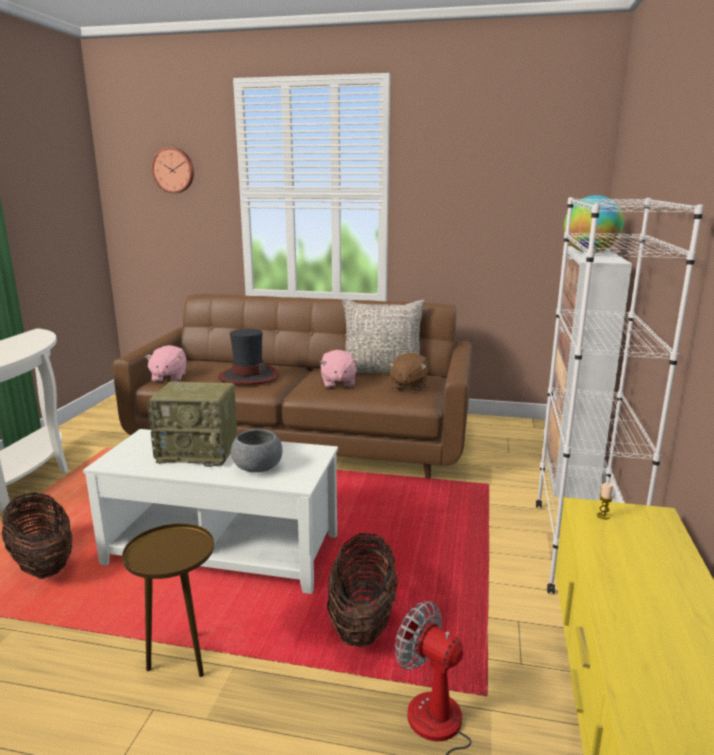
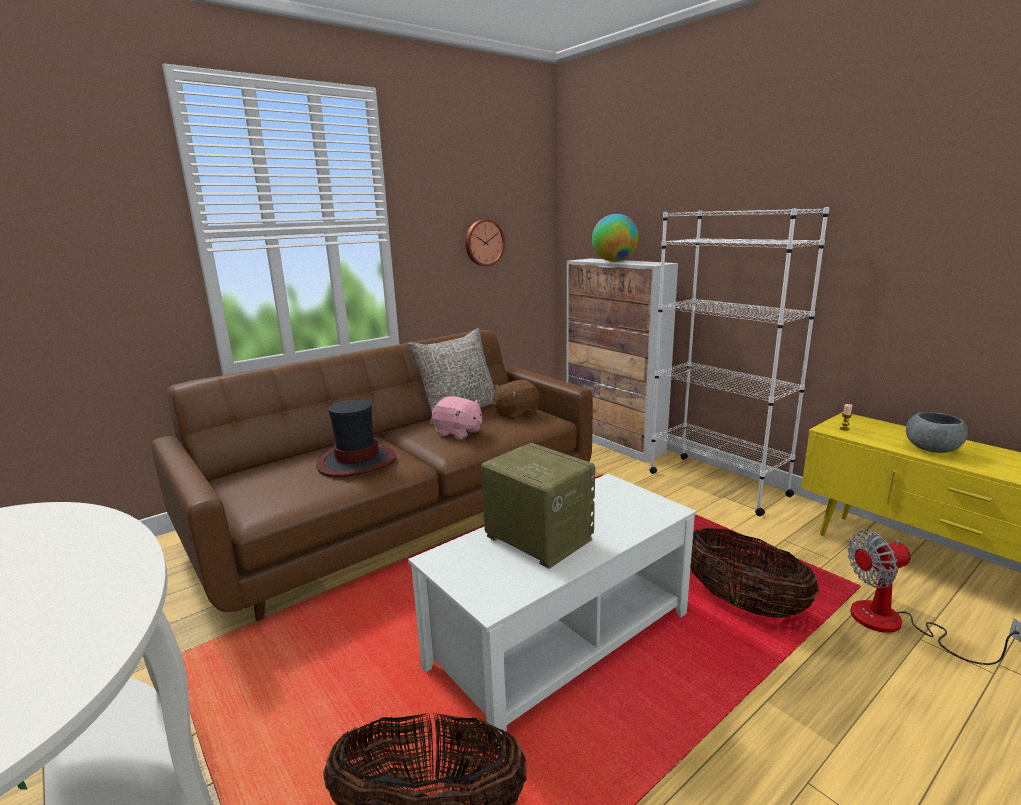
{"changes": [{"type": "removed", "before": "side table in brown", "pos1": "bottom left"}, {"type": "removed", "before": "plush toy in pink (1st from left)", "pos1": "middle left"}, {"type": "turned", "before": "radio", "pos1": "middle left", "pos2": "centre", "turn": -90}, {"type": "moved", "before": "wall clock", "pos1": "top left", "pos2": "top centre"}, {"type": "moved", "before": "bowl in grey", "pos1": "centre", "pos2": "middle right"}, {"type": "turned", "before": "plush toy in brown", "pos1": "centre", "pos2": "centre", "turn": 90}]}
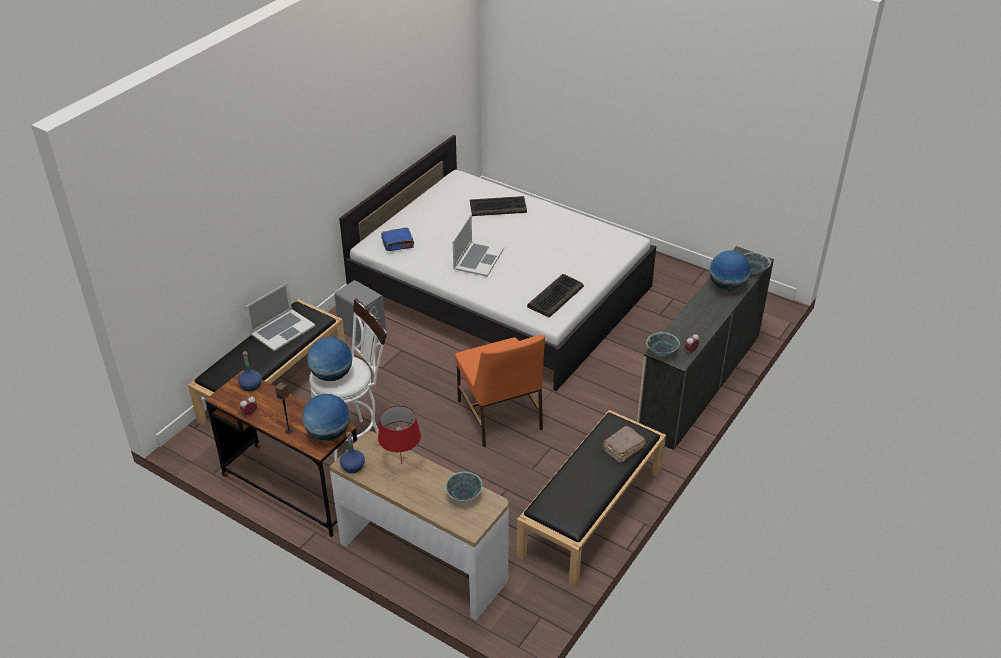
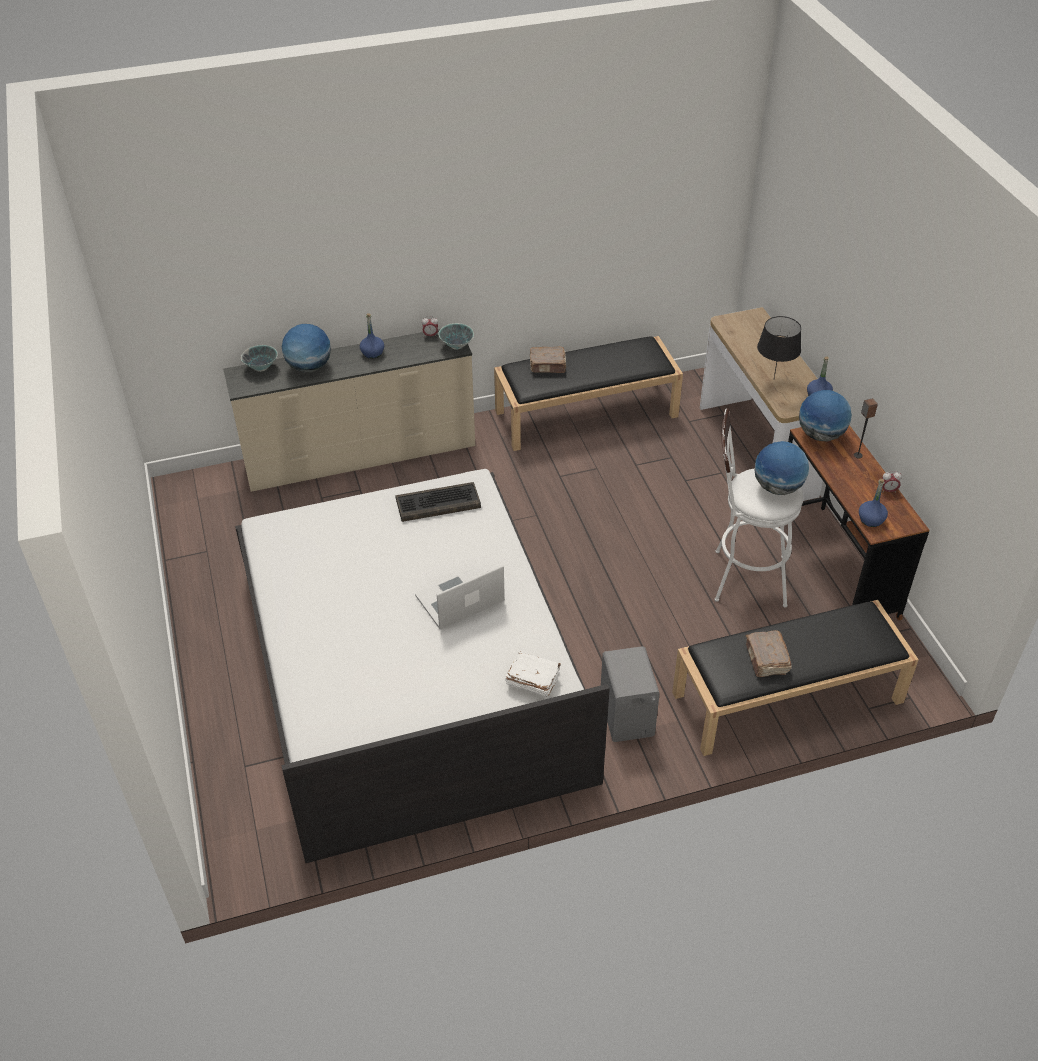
{"changes": [{"type": "replaced", "before": "laptop (1st from left)", "after": "book in brown (2nd from left)", "pos1": "middle left", "pos2": "middle right"}, {"type": "recoloured", "before": "table lamp in red", "after": "table lamp in black", "pos1": "centre", "pos2": "top right"}, {"type": "recoloured", "before": "book in blue", "after": "book in white", "pos1": "centre", "pos2": "centre"}, {"type": "removed", "before": "bowl (1st from left)", "pos1": "bottom centre"}, {"type": "removed", "before": "chair in orange", "pos1": "centre"}, {"type": "removed", "before": "keyboard (1st from left)", "pos1": "top centre"}, {"type": "added", "after": "bottle in blue (1st from left)", "pos2": "top centre"}]}
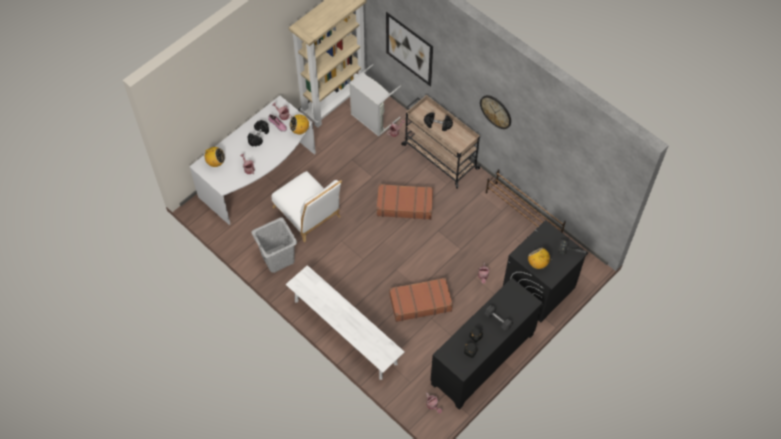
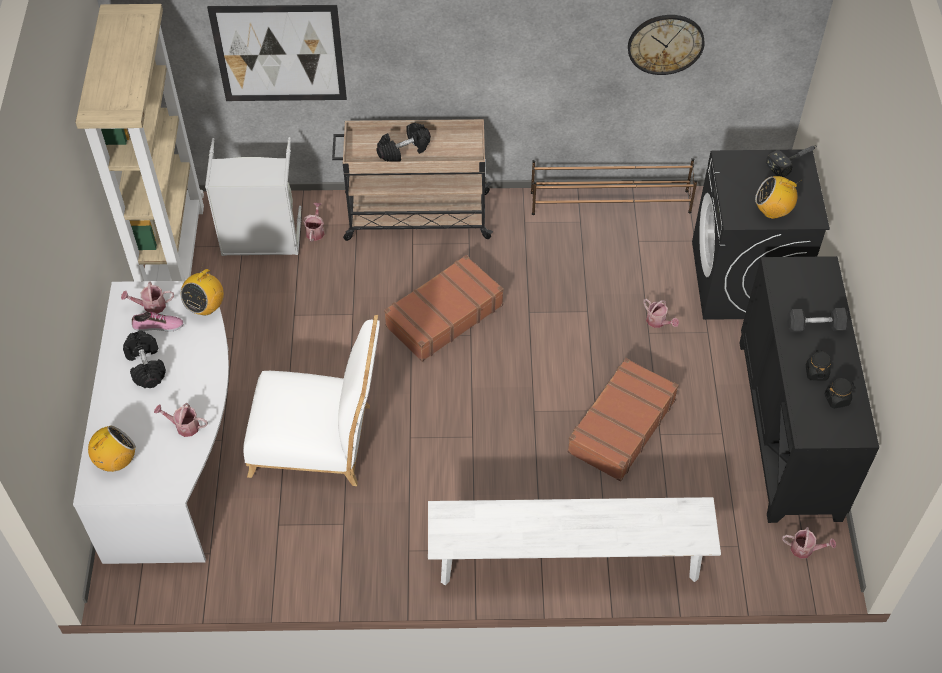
{"changes": [{"type": "removed", "before": "laundry basket in grey (1st from left)", "pos1": "centre"}, {"type": "moved", "before": "wall clock", "pos1": "top centre", "pos2": "top right"}]}
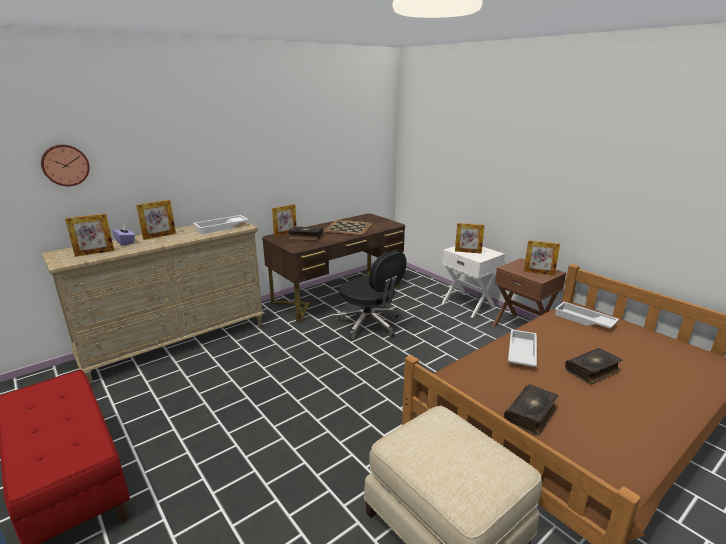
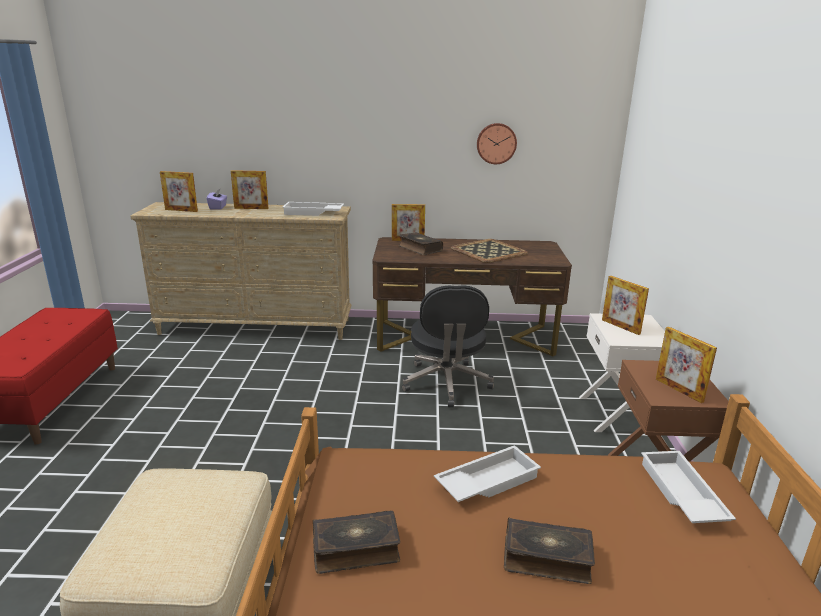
{"changes": [{"type": "moved", "before": "wall clock", "pos1": "top left", "pos2": "top centre"}]}
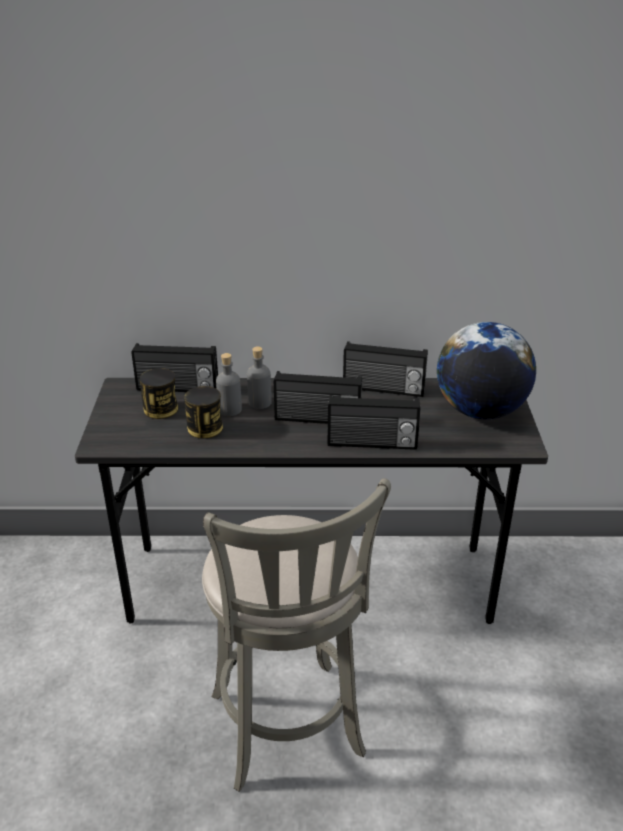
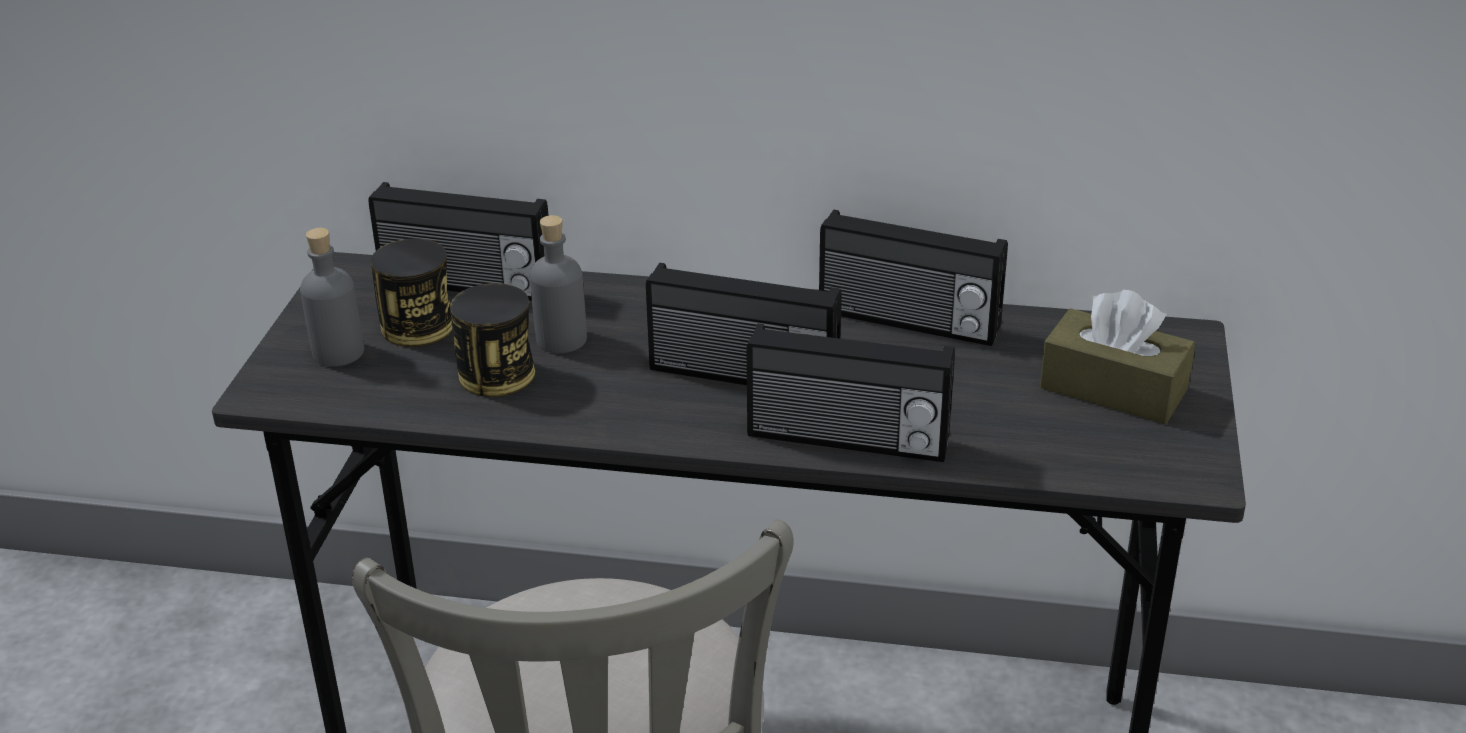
{"changes": [{"type": "moved", "before": "bottle in grey (2nd from left in the first image)", "after": "bottle in grey (1st from left)", "pos1": "centre", "pos2": "middle left"}, {"type": "replaced", "before": "globe", "after": "tissue box in brown", "pos1": "middle right", "pos2": "middle right"}]}
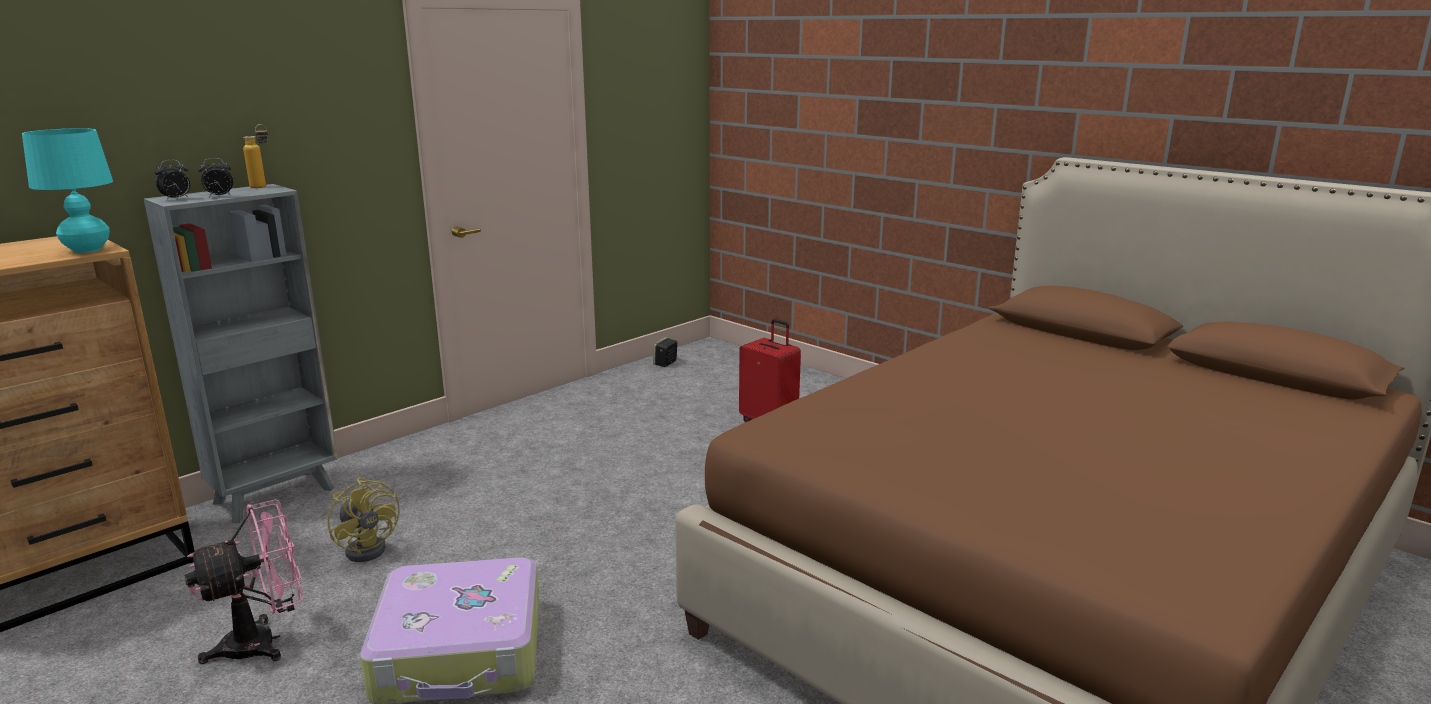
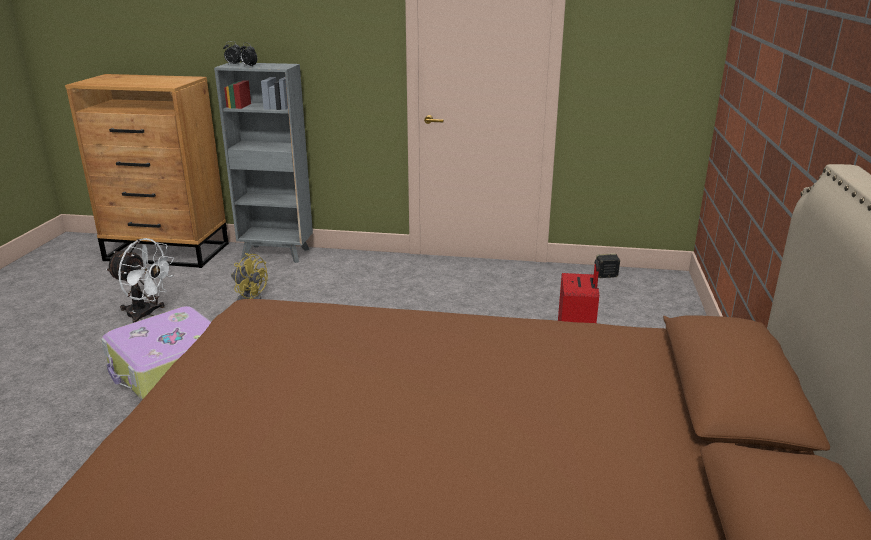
{"changes": [{"type": "removed", "before": "table lamp in turquoise", "pos1": "top left"}, {"type": "recoloured", "before": "fan in pink", "after": "fan in white", "pos1": "bottom left", "pos2": "middle left"}, {"type": "removed", "before": "bottle", "pos1": "top left"}, {"type": "turned", "before": "fan in yellow", "pos1": "bottom left", "pos2": "middle left", "turn": -75}]}
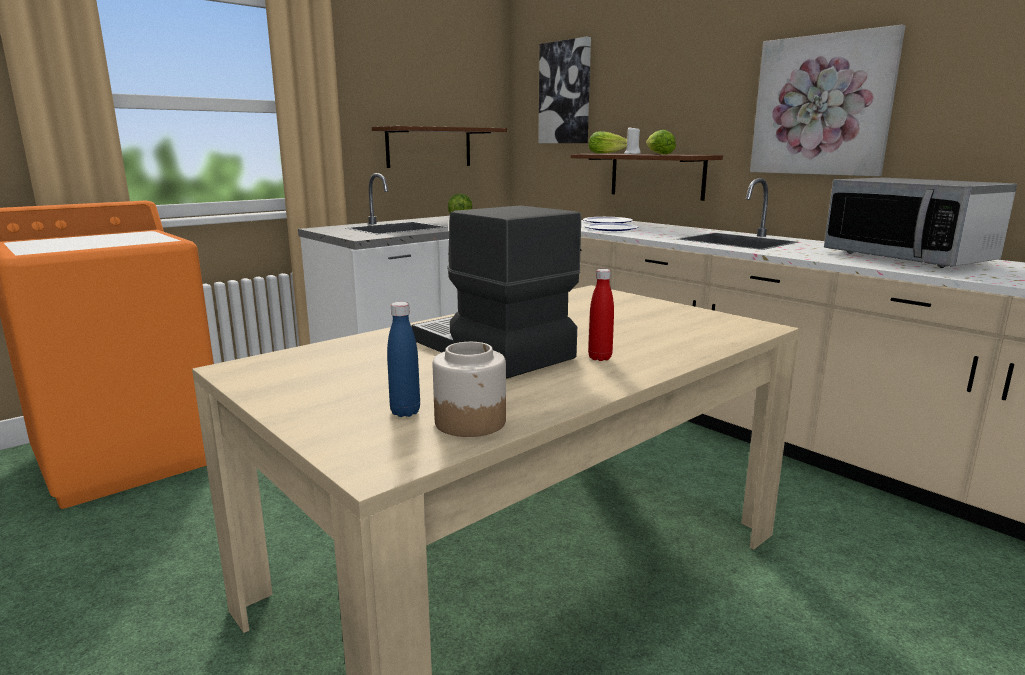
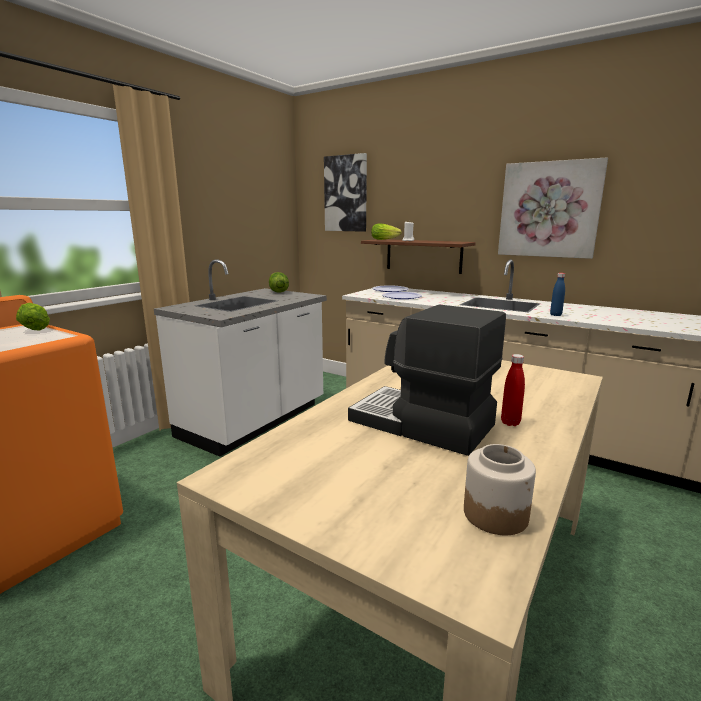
{"changes": [{"type": "removed", "before": "shelf in brown (1st from left)", "pos1": "top centre"}, {"type": "moved", "before": "bottle in blue", "pos1": "centre", "pos2": "middle right"}, {"type": "moved", "before": "lettuce (3rd from left in the first image)", "after": "lettuce (1st from left)", "pos1": "top centre", "pos2": "middle left"}, {"type": "removed", "before": "microwave", "pos1": "top right"}]}
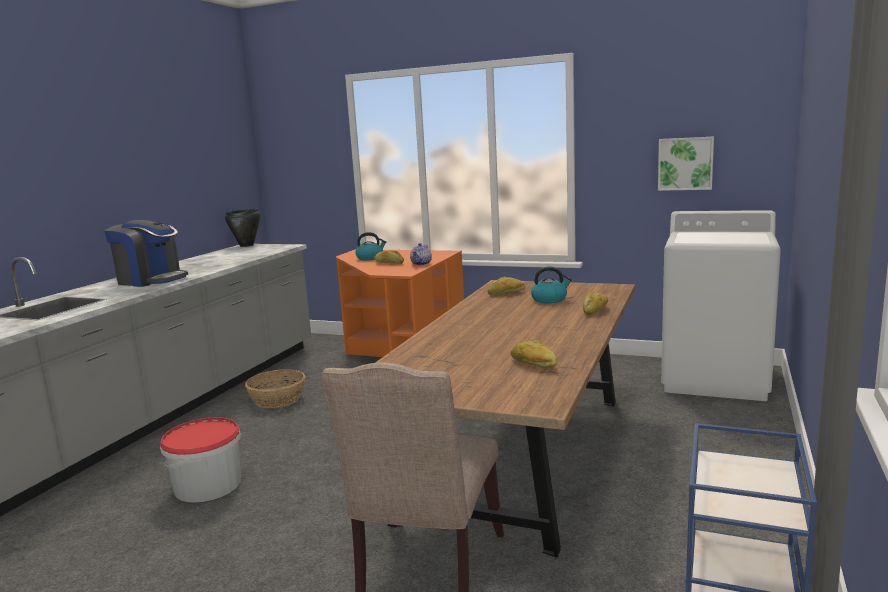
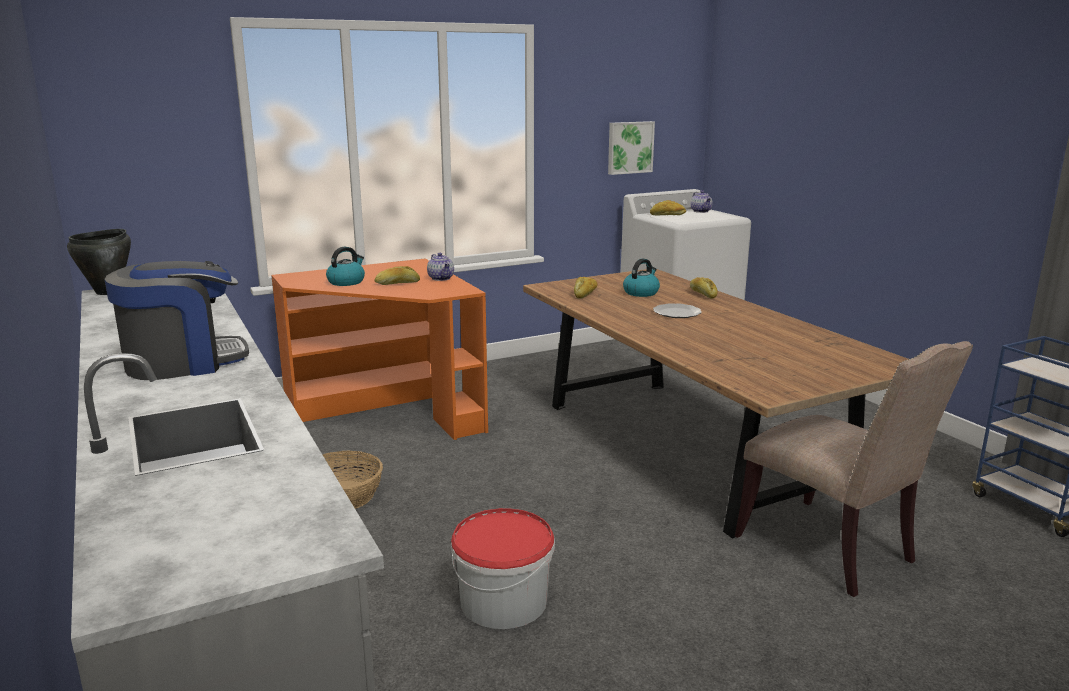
{"changes": [{"type": "moved", "before": "bread (3rd from left)", "pos1": "centre", "pos2": "top centre"}, {"type": "added", "after": "plate", "pos2": "centre"}, {"type": "added", "after": "teapot (2nd from left)", "pos2": "top centre"}]}
